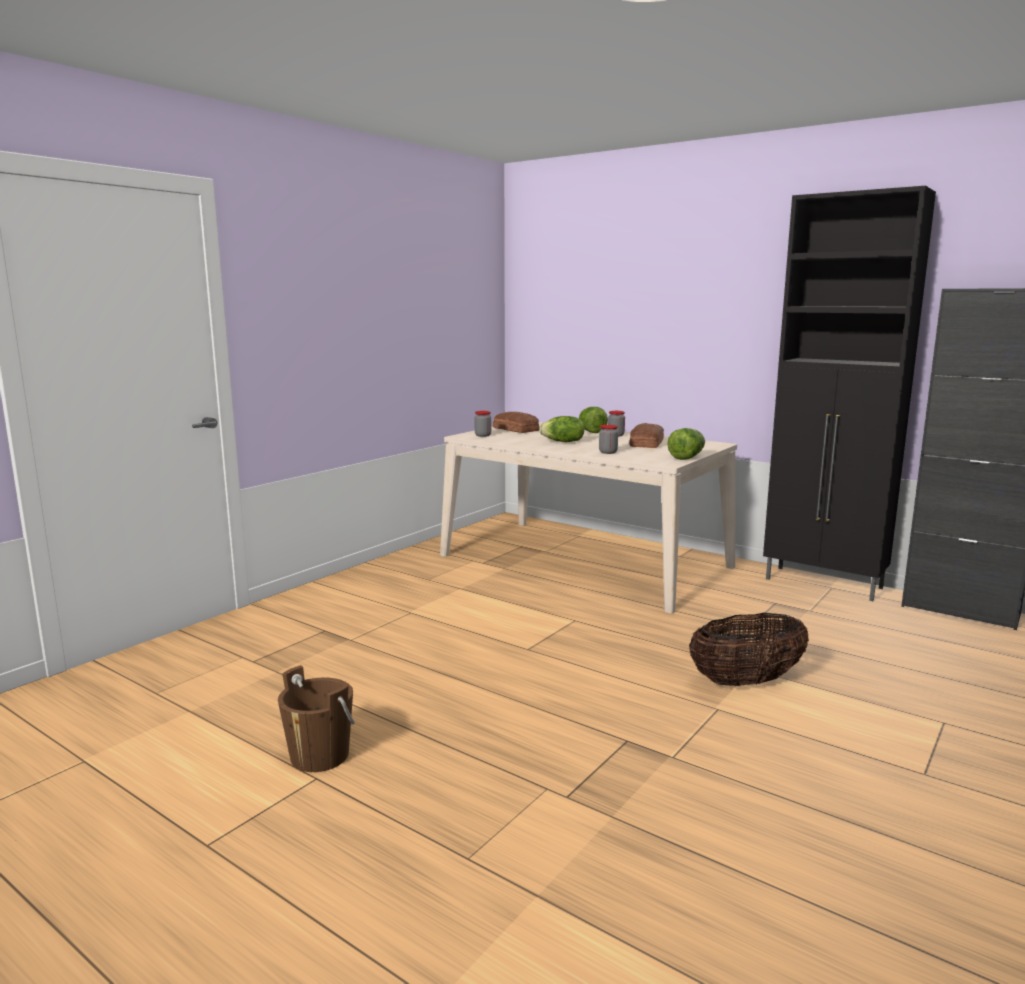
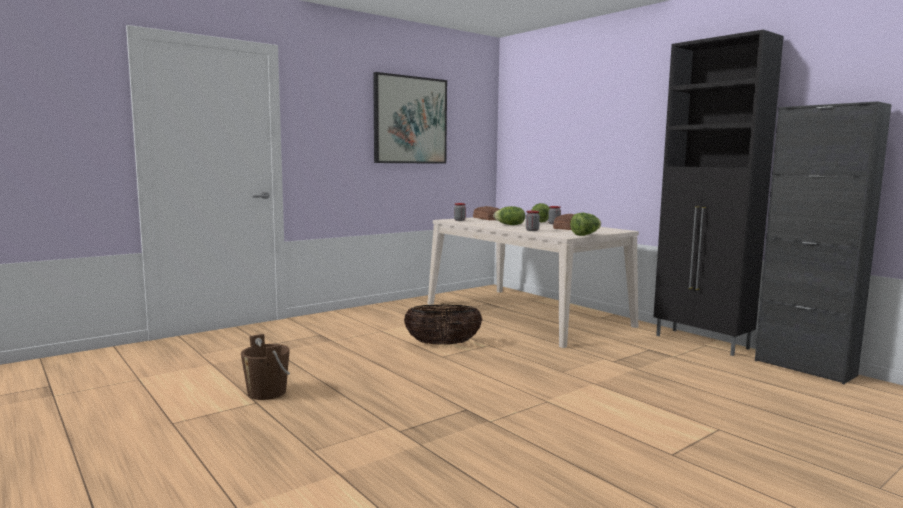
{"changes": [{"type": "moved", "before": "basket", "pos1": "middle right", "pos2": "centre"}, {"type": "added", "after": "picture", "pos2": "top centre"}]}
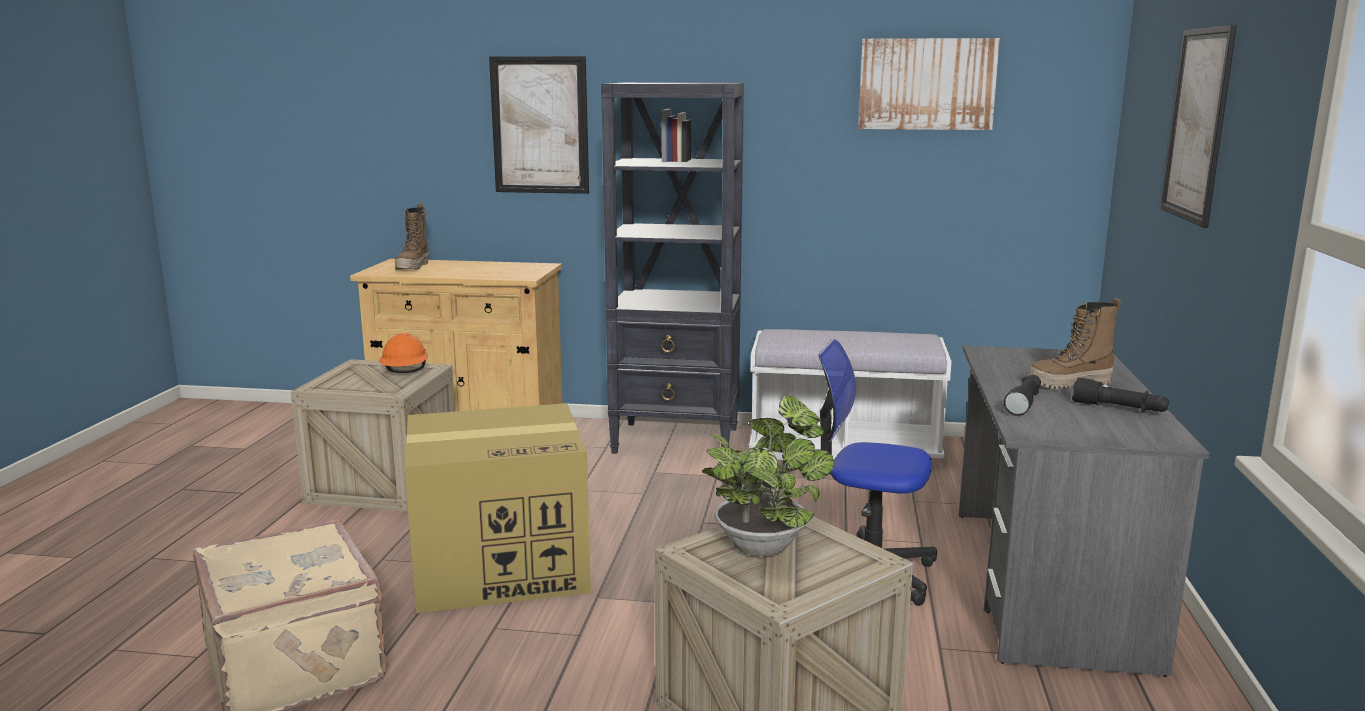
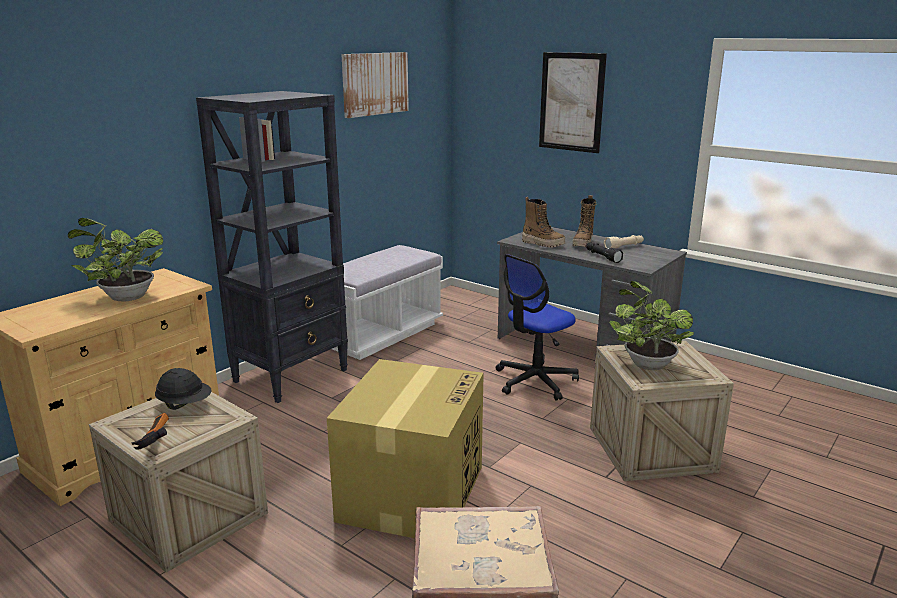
{"changes": [{"type": "recoloured", "before": "hard hat in orange", "after": "hard hat in black", "pos1": "middle left", "pos2": "middle left"}, {"type": "moved", "before": "boot (1st from left)", "pos1": "top left", "pos2": "centre"}, {"type": "removed", "before": "picture (1st from left)", "pos1": "top centre"}, {"type": "recoloured", "before": "flashlight in black (2nd from left)", "after": "flashlight in beige", "pos1": "middle right", "pos2": "middle right"}, {"type": "added", "after": "potted plant (1st from left)", "pos2": "middle left"}, {"type": "added", "after": "hammer", "pos2": "bottom left"}]}
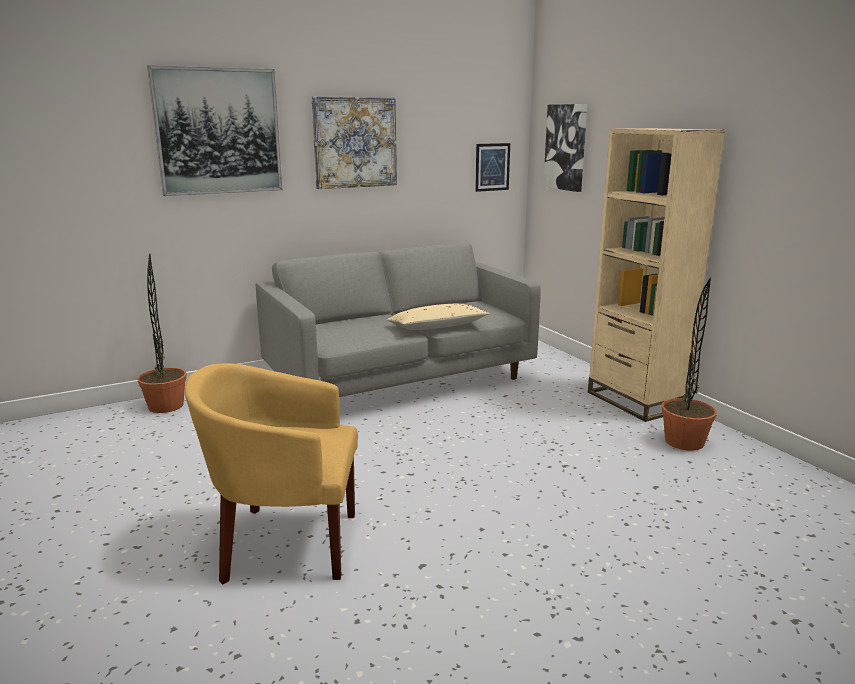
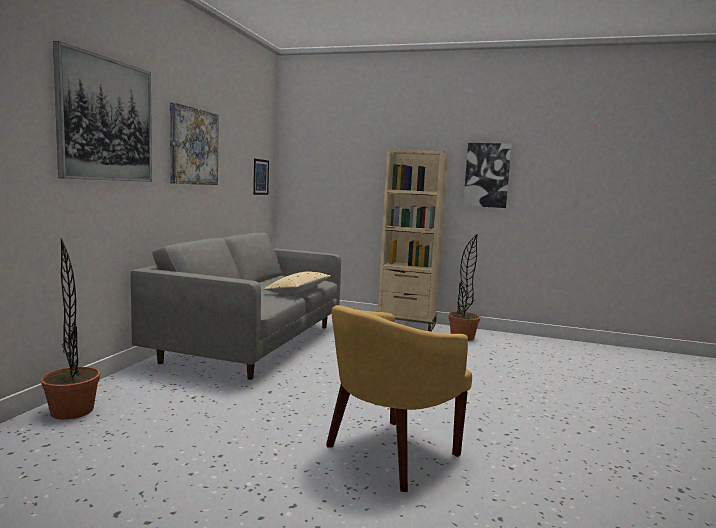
{"changes": [{"type": "moved", "before": "picture (4th from left)", "pos1": "top centre", "pos2": "top right"}]}
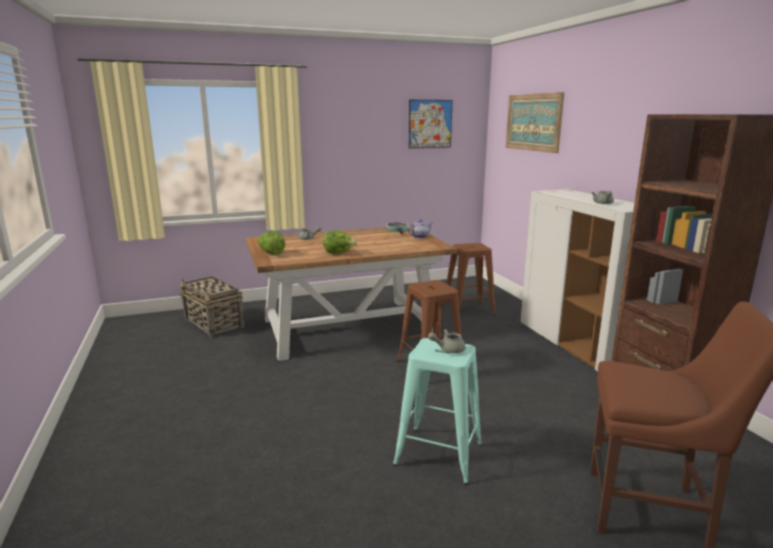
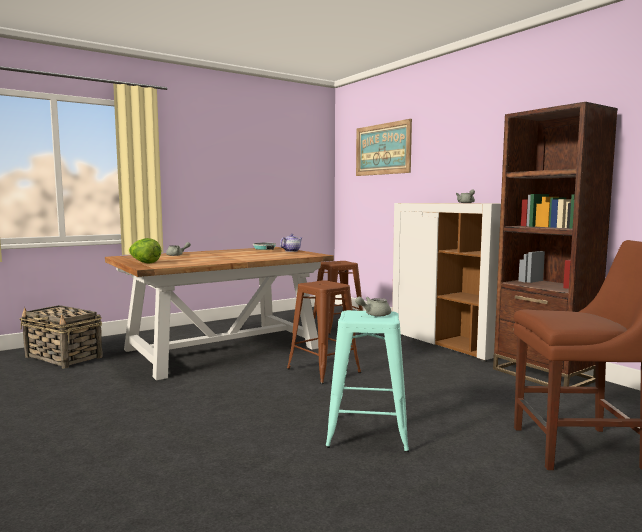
{"changes": [{"type": "removed", "before": "lettuce (2nd from left)", "pos1": "centre"}, {"type": "removed", "before": "picture (1st from left)", "pos1": "top centre"}]}
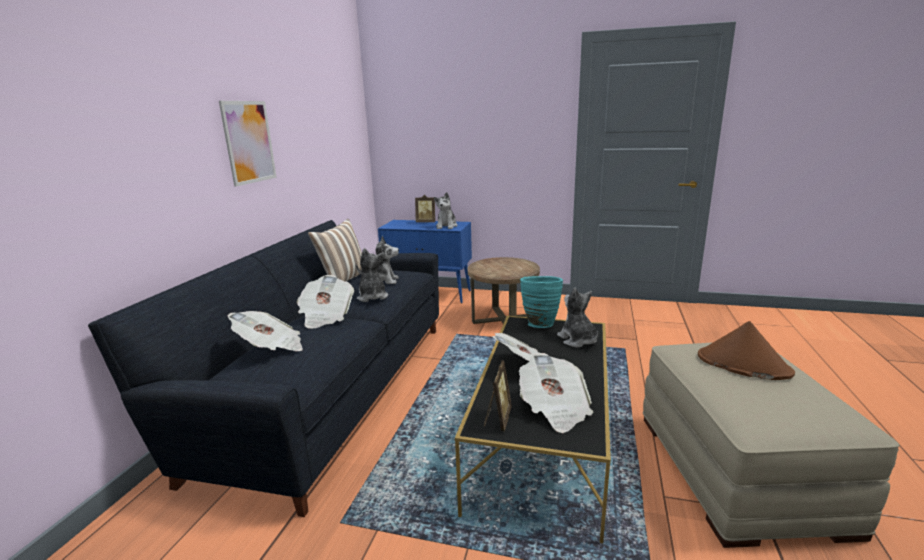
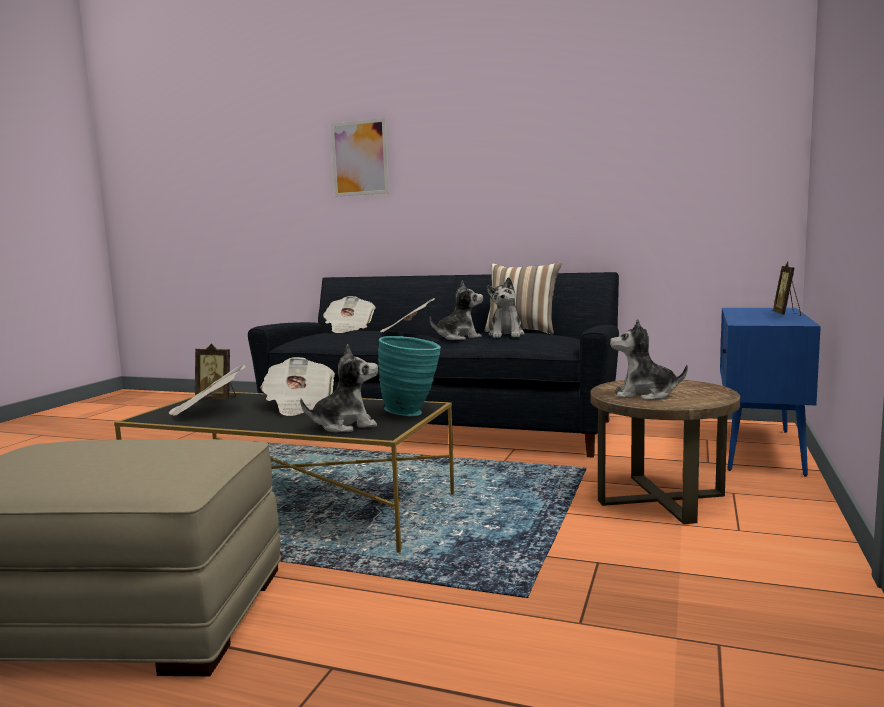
{"changes": [{"type": "moved", "before": "picture", "pos1": "top left", "pos2": "top centre"}, {"type": "moved", "before": "plush toy (3rd from left in the first image)", "after": "plush toy (4th from left)", "pos1": "centre", "pos2": "middle right"}, {"type": "removed", "before": "hat in brown", "pos1": "middle right"}]}
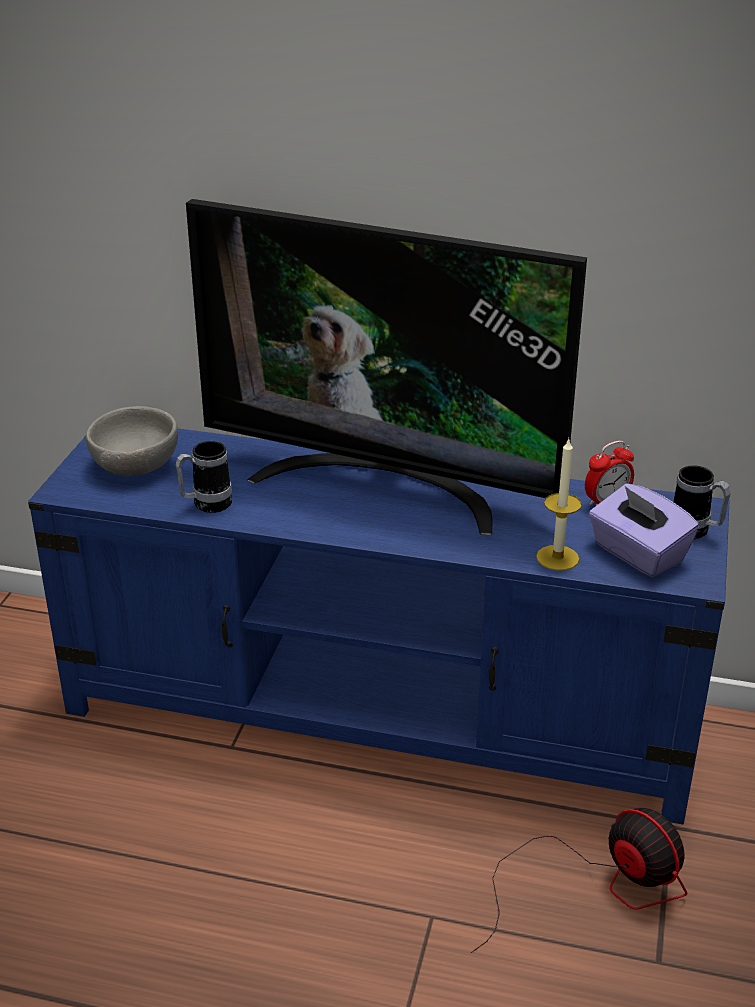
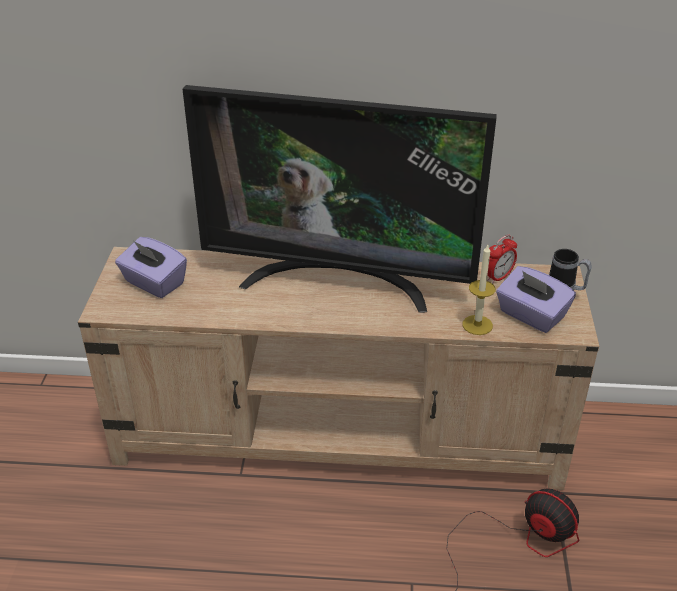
{"changes": [{"type": "recoloured", "before": "tv stand in blue", "after": "tv stand in beige", "pos1": "centre", "pos2": "centre"}, {"type": "replaced", "before": "bowl in grey", "after": "tissue box in purple (1st from left)", "pos1": "middle left", "pos2": "middle left"}, {"type": "removed", "before": "mug (1st from left)", "pos1": "middle left"}]}
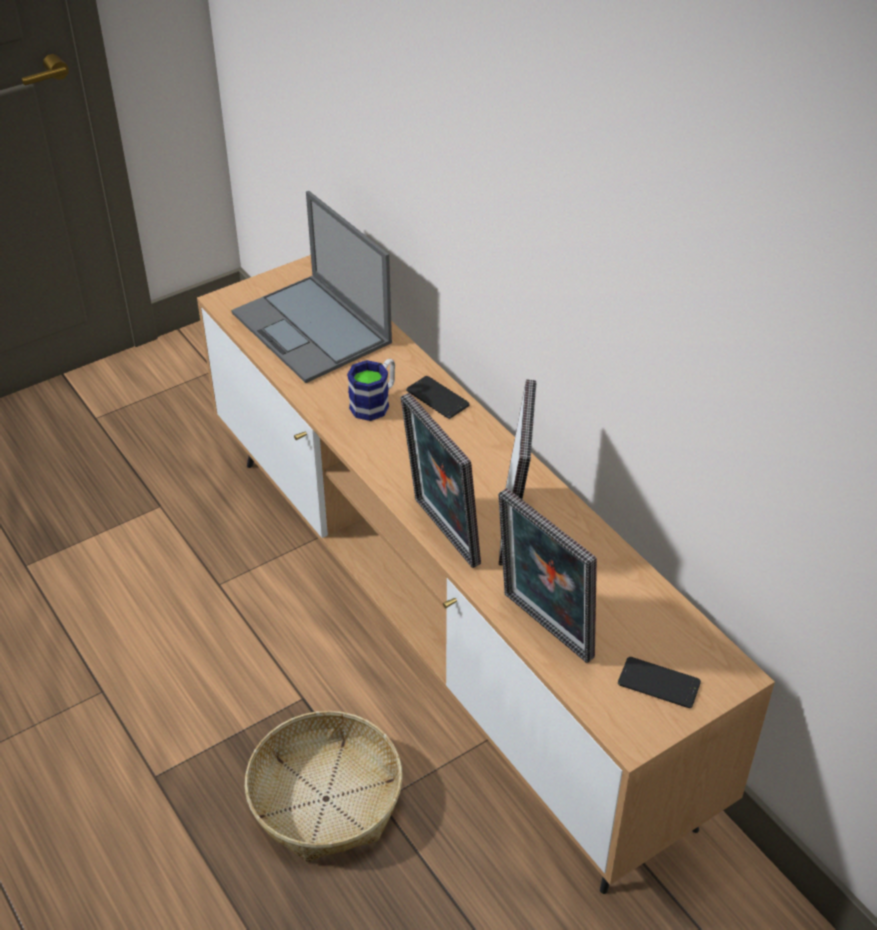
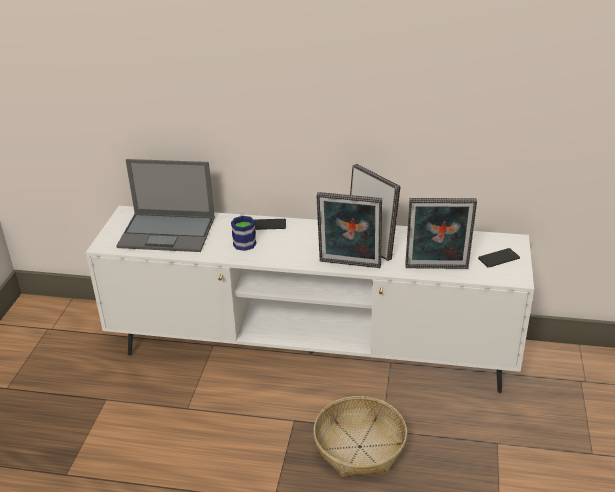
{"changes": [{"type": "recoloured", "before": "tv stand in brown", "after": "tv stand in white", "pos1": "centre", "pos2": "centre"}]}
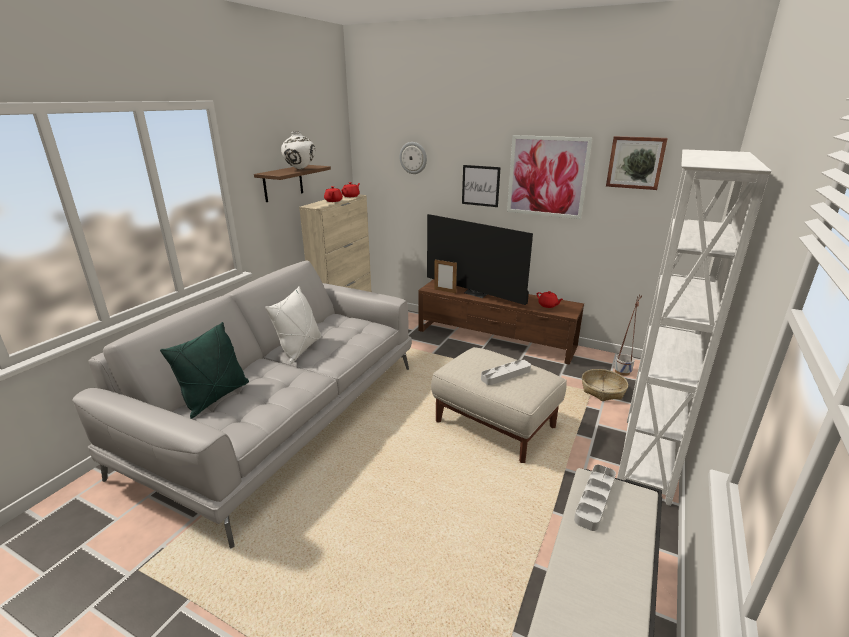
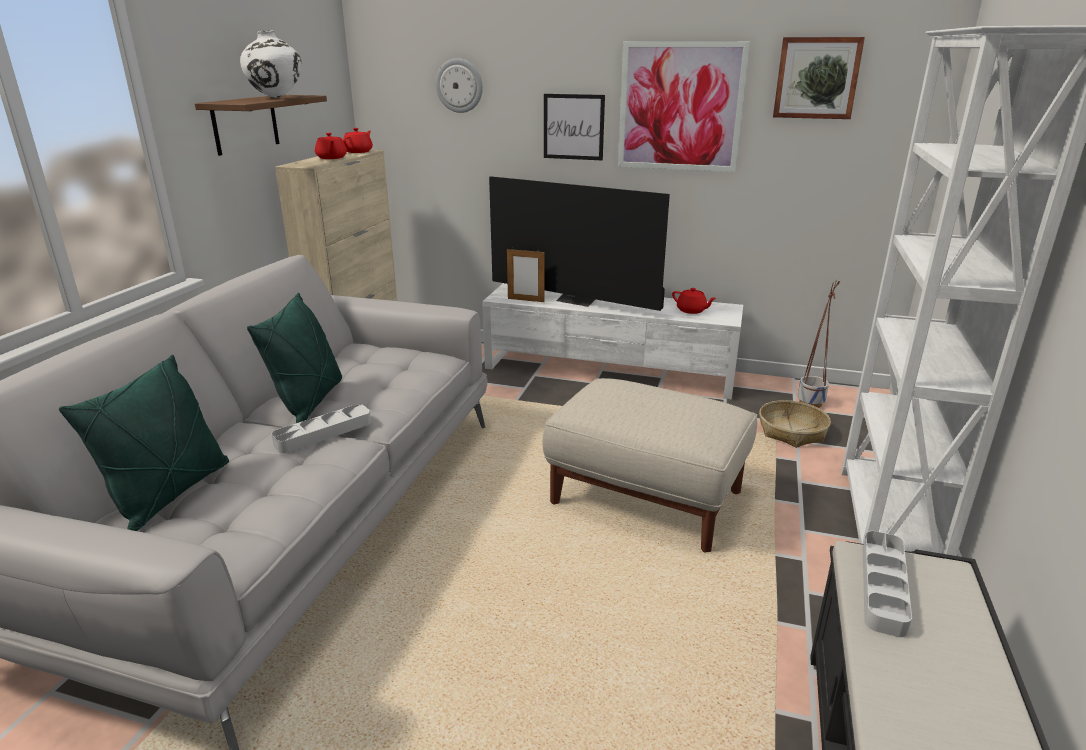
{"changes": [{"type": "recoloured", "before": "pillow in white", "after": "pillow in green (2nd from left)", "pos1": "centre", "pos2": "middle left"}, {"type": "recoloured", "before": "tv stand in brown", "after": "tv stand in white", "pos1": "centre", "pos2": "centre"}, {"type": "moved", "before": "tray in grey (1st from left)", "pos1": "centre", "pos2": "middle left"}]}
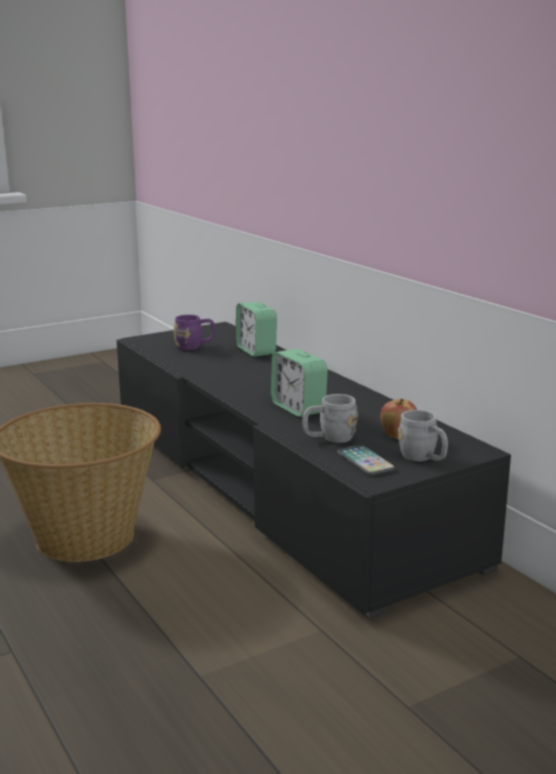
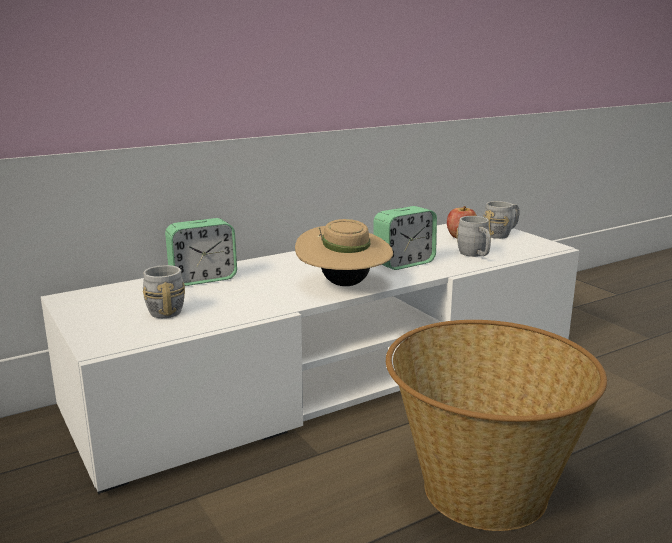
{"changes": [{"type": "recoloured", "before": "tv stand in black", "after": "tv stand in white", "pos1": "centre", "pos2": "centre"}, {"type": "recoloured", "before": "mug in purple", "after": "mug in grey (1st from left)", "pos1": "centre", "pos2": "middle left"}, {"type": "removed", "before": "phone", "pos1": "centre"}, {"type": "added", "after": "hat in beige", "pos2": "centre"}]}
